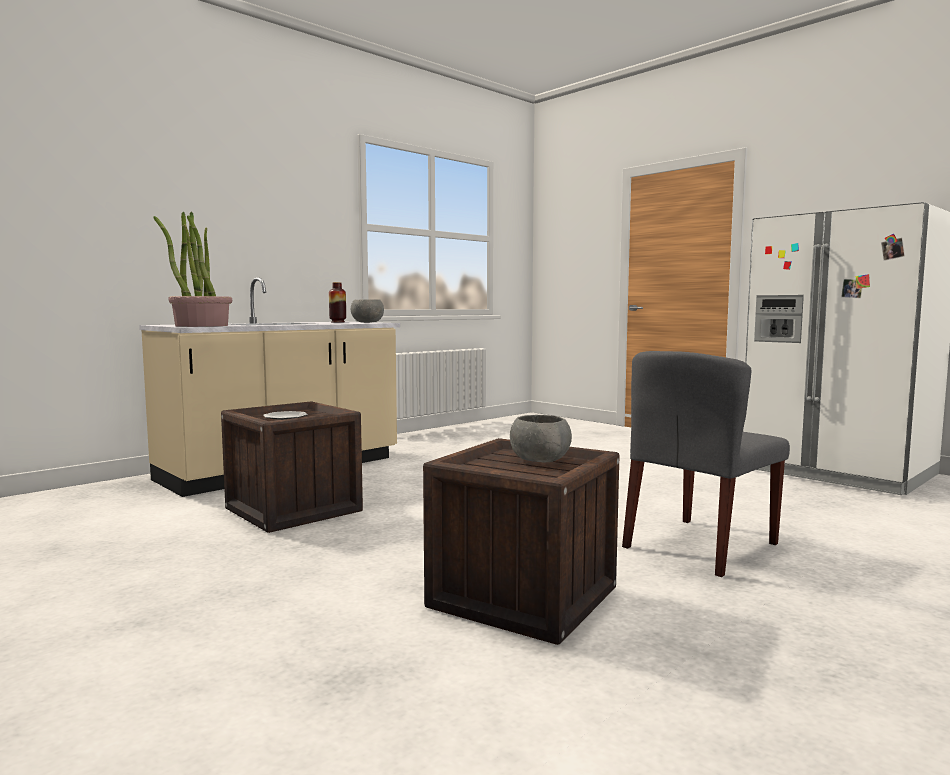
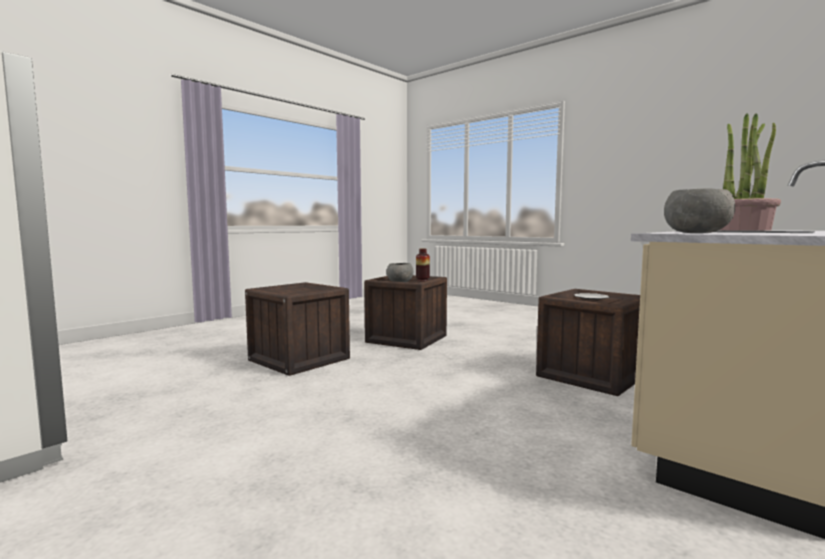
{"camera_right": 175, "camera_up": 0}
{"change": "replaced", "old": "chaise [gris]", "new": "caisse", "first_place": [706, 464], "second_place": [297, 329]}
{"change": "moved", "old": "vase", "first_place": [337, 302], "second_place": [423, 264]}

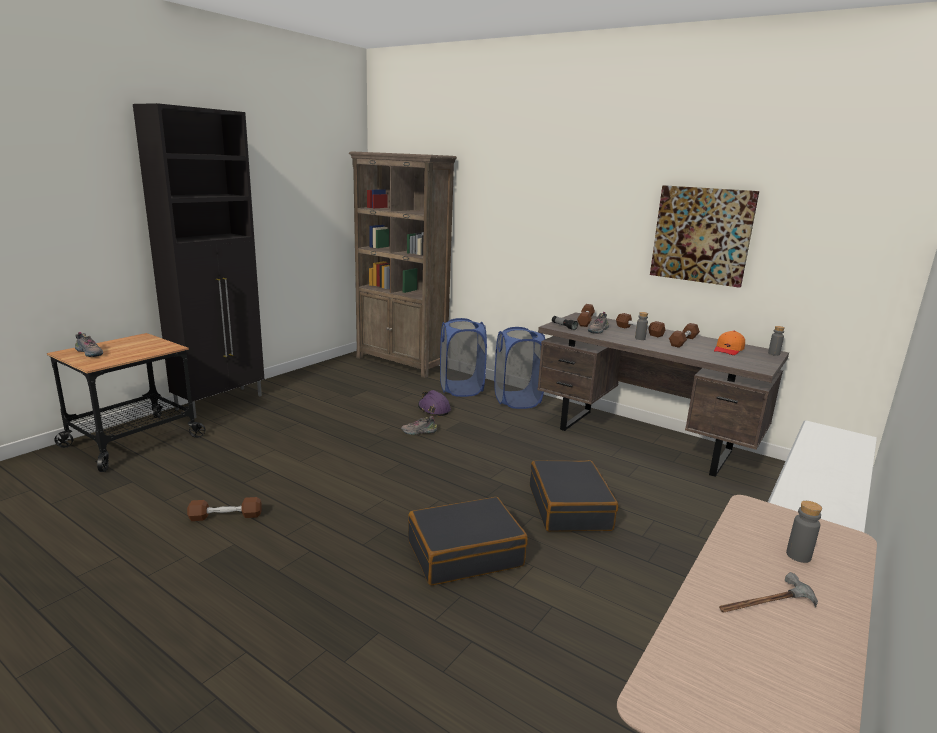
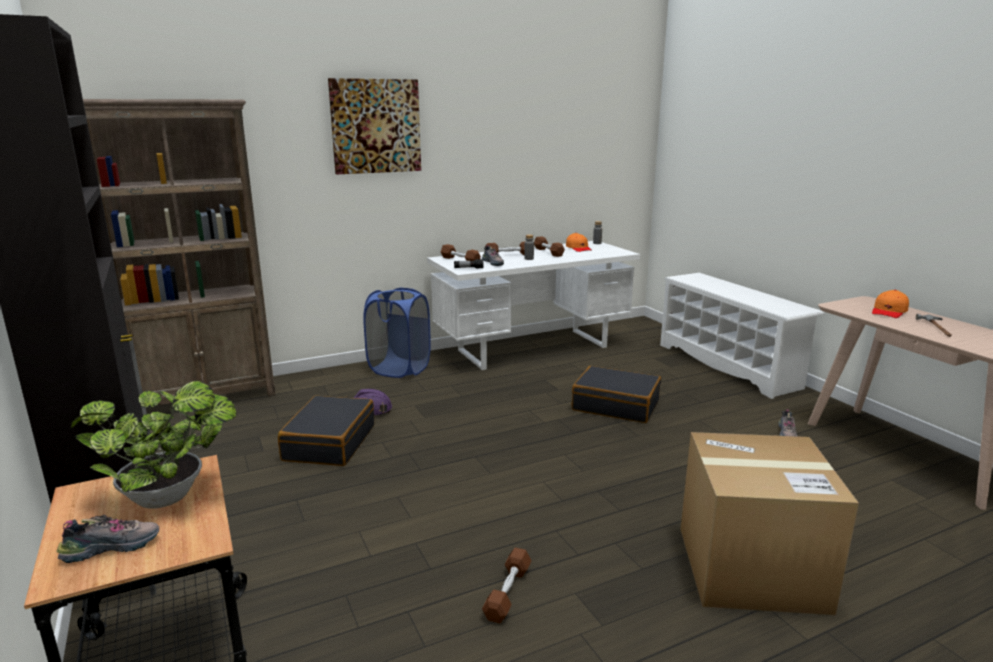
{"camera_right": -60, "camera_up": 0}
{"change": "added", "new": "plante en pot", "second_place": [154, 445]}
{"change": "moved", "old": "valise [noir]", "first_place": [468, 541], "second_place": [326, 431]}
{"change": "moved", "old": "tableau", "first_place": [704, 236], "second_place": [374, 126]}
{"change": "recoloured", "old": "bureau [marron]", "new": "bureau [blanc]", "first_place": [663, 394], "second_place": [533, 305]}
{"change": "added", "new": "carton", "second_place": [769, 523]}
{"change": "moved", "old": "chaussure", "first_place": [419, 425], "second_place": [788, 422]}
{"change": "replaced", "old": "bouteille [gris]", "new": "casquette [orange]", "first_place": [804, 532], "second_place": [890, 304]}
{"change": "removed", "old": "panier à linge [bleu]", "first_place": [463, 357]}

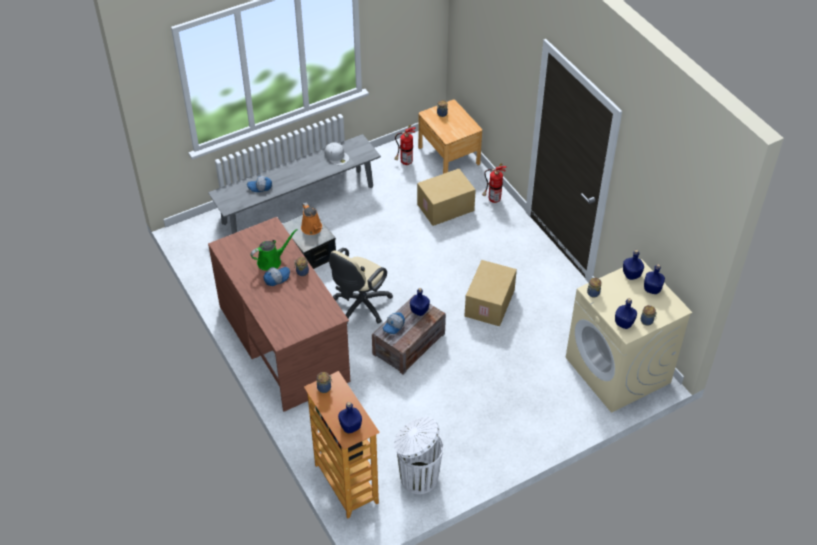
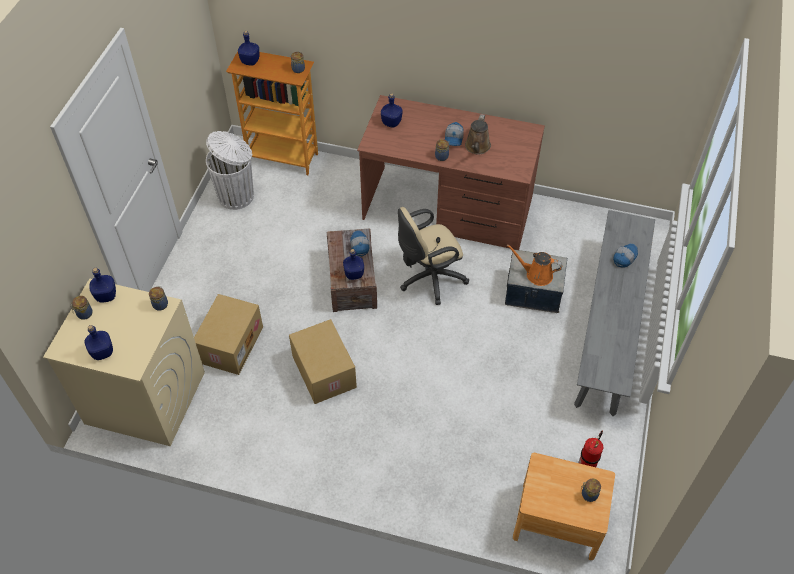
{"camera_right": 135, "camera_up": 5}
{"change": "moved", "old": "carton", "first_place": [446, 197], "second_place": [228, 334]}
{"change": "moved", "old": "bouteille [bleu]", "first_place": [633, 265], "second_place": [392, 110]}
{"change": "turned", "old": "chaise de bureau [beige]", "first_place": [361, 286], "second_place": [433, 256], "degrees": -105}
{"change": "recoloured", "old": "arrosoir [vert]", "new": "arrosoir [marron]", "first_place": [274, 249], "second_place": [478, 134]}
{"change": "removed", "old": "casquette [blanc]", "first_place": [336, 153]}
{"change": "removed", "old": "extincteur", "first_place": [494, 183]}

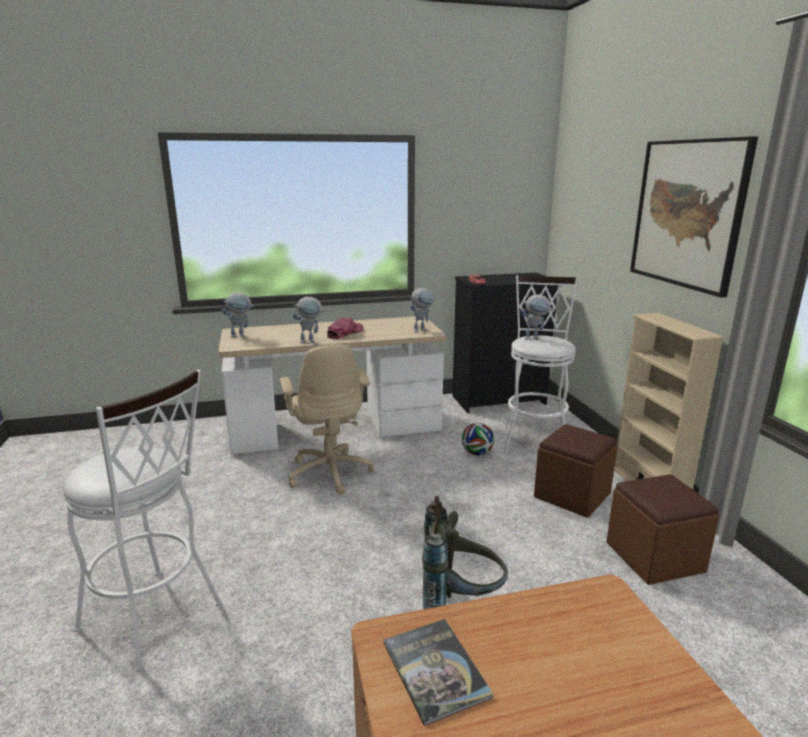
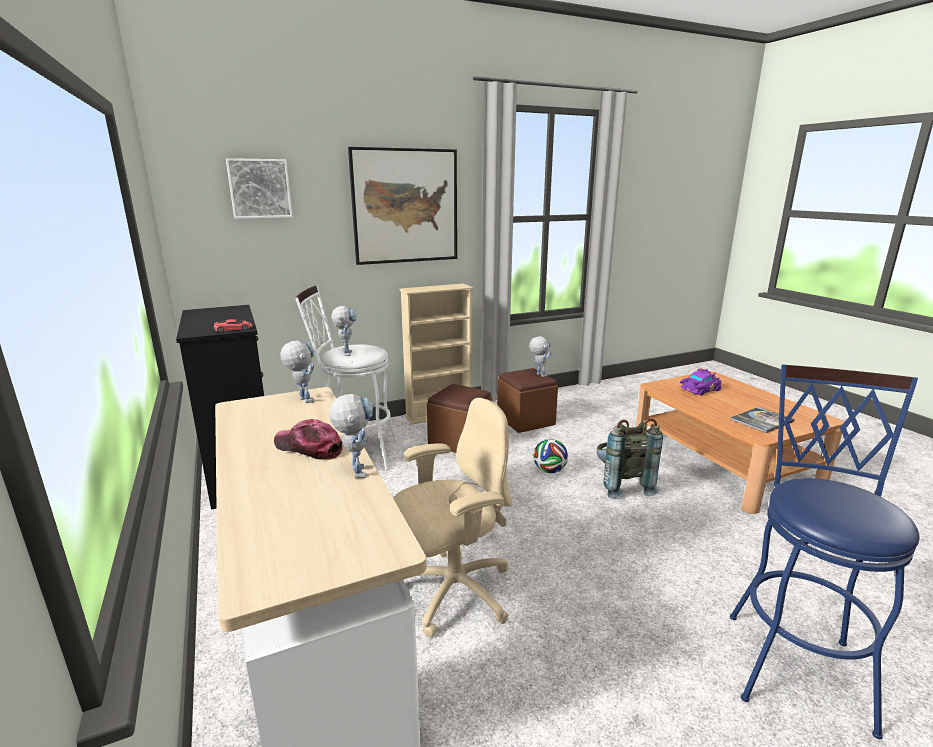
{"camera_right": -100, "camera_up": 0}
{"change": "added", "new": "tableau", "second_place": [259, 188]}
{"change": "moved", "old": "robot jouet", "first_place": [238, 315], "second_place": [540, 356]}
{"change": "moved", "old": "ballon de foot", "first_place": [478, 439], "second_place": [550, 456]}
{"change": "added", "new": "petite voiture [violet]", "second_place": [701, 381]}
{"change": "recoloured", "old": "tabouret [blanc]", "new": "tabouret [bleu]", "first_place": [142, 521], "second_place": [825, 551]}

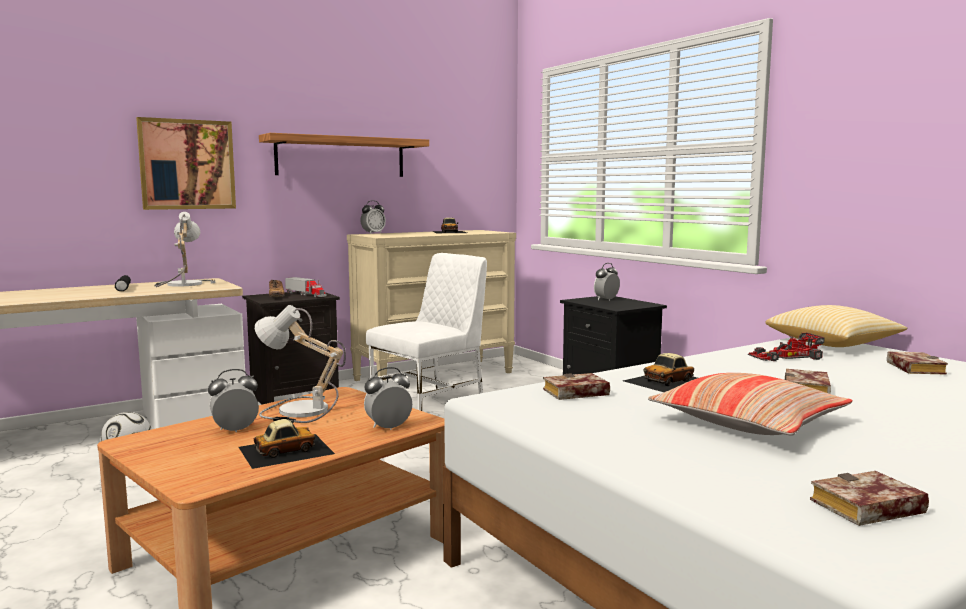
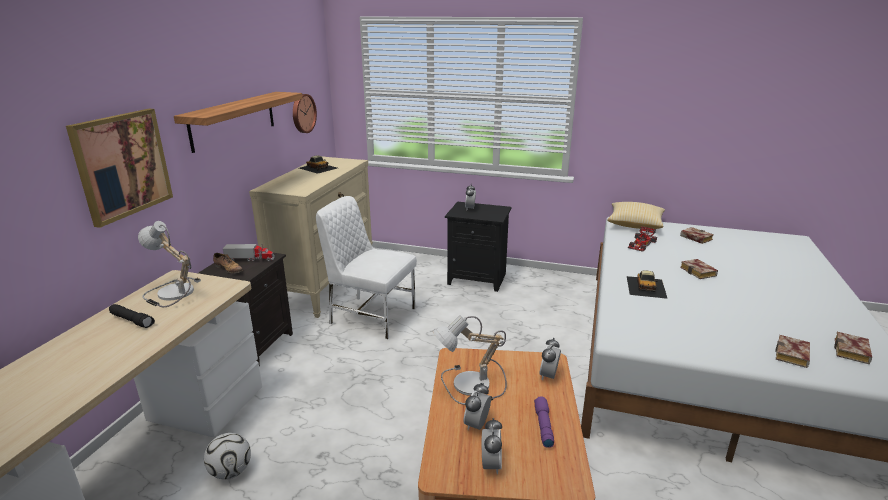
{"camera_right": -40, "camera_up": 15}
{"change": "added", "new": "horloge murale", "second_place": [305, 113]}
{"change": "turned", "old": "chaise [blanc]", "first_place": [426, 332], "second_place": [366, 267], "degrees": -75}
{"change": "moved", "old": "réveil", "first_place": [373, 217], "second_place": [492, 446]}
{"change": "replaced", "old": "petite voiture", "new": "lampe de poche [violet]", "first_place": [287, 444], "second_place": [544, 421]}
{"change": "moved", "old": "livre", "first_place": [576, 386], "second_place": [792, 351]}
{"change": "removed", "old": "coussin", "first_place": [750, 404]}

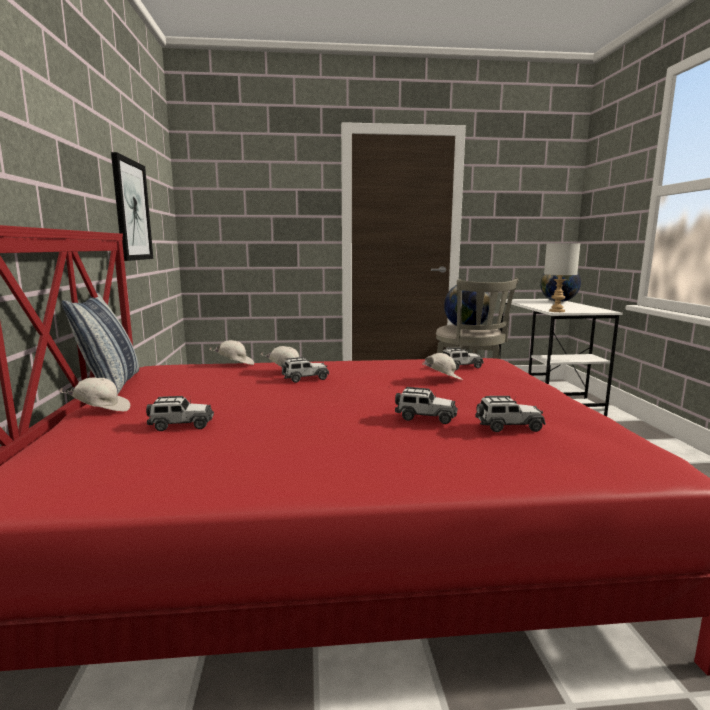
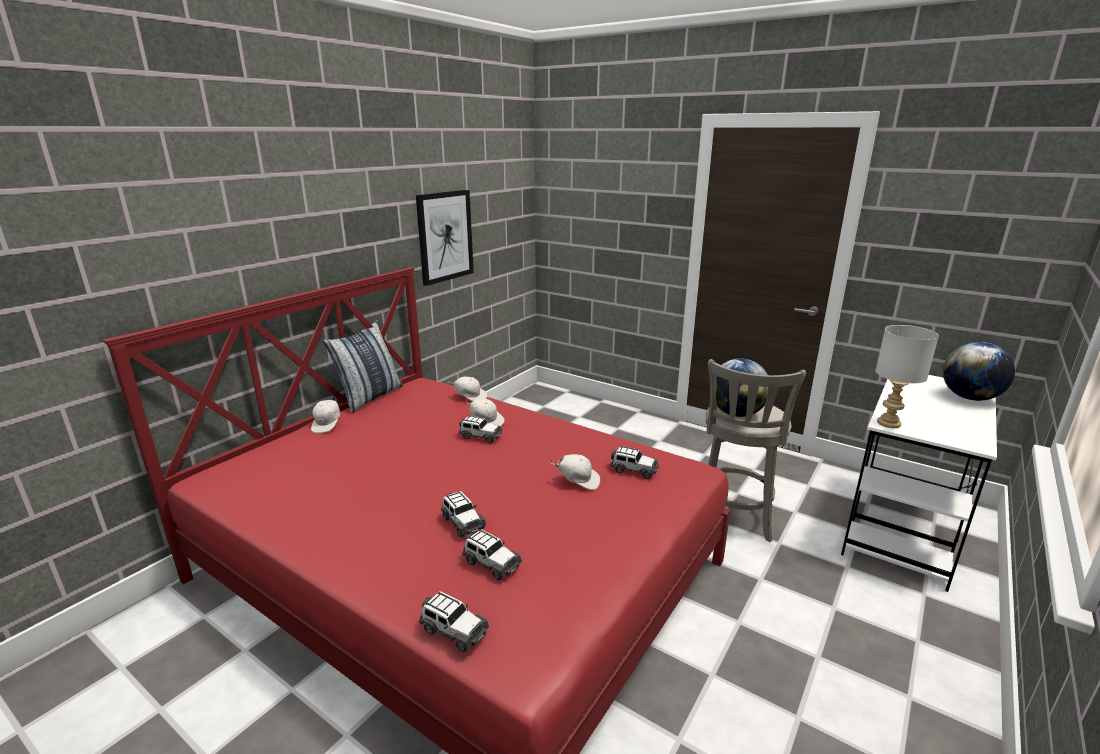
{"camera_right": 40, "camera_up": 10}
{"change": "turned", "old": "casquette [blanc]", "first_place": [94, 394], "second_place": [325, 415], "degrees": 75}
{"change": "moved", "old": "petite voiture", "first_place": [180, 413], "second_place": [454, 621]}

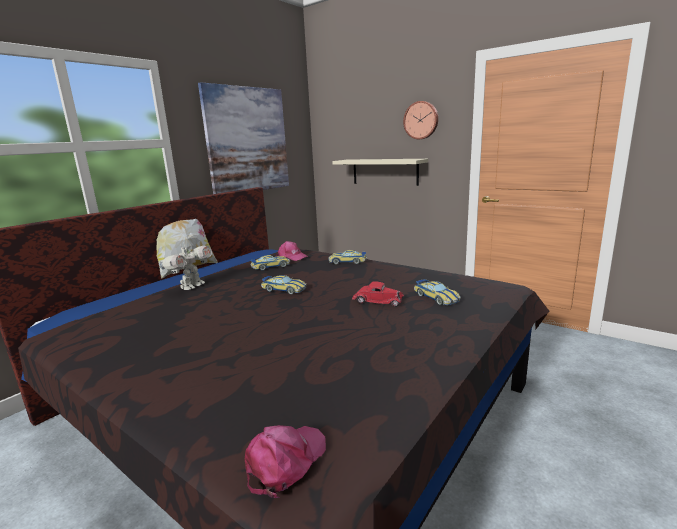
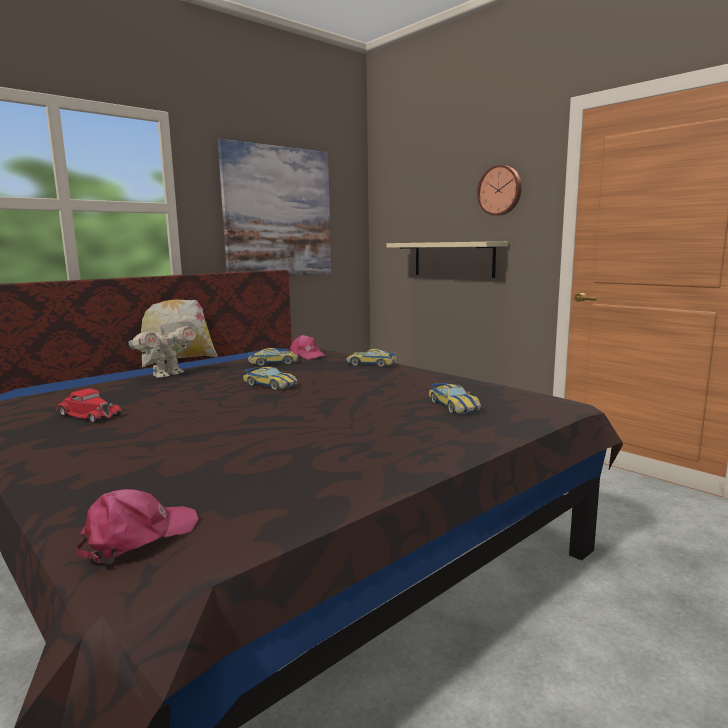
{"camera_right": 10, "camera_up": -5}
{"change": "moved", "old": "petite voiture [rouge]", "first_place": [378, 294], "second_place": [89, 406]}

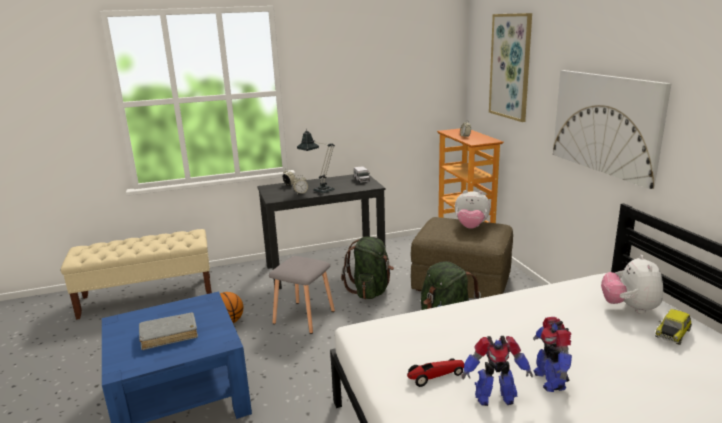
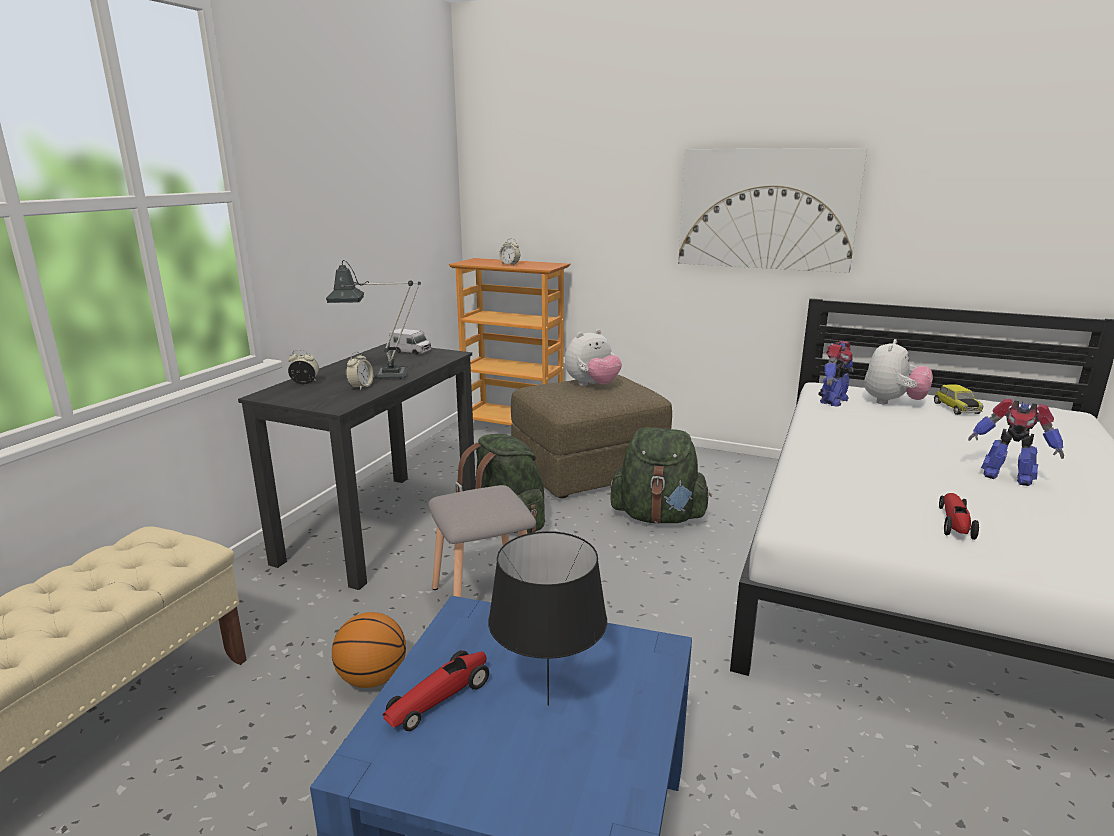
{"camera_right": -50, "camera_up": 0}
{"change": "added", "new": "petite voiture", "second_place": [435, 690]}
{"change": "replaced", "old": "livre [gris]", "new": "lampe de table [noir]", "first_place": [168, 331], "second_place": [547, 618]}
{"change": "moved", "old": "robot jouet", "first_place": [497, 371], "second_place": [835, 374]}
{"change": "turned", "old": "peluche", "first_place": [632, 284], "second_place": [898, 371], "degrees": -105}
{"change": "removed", "old": "tableau", "first_place": [510, 67]}

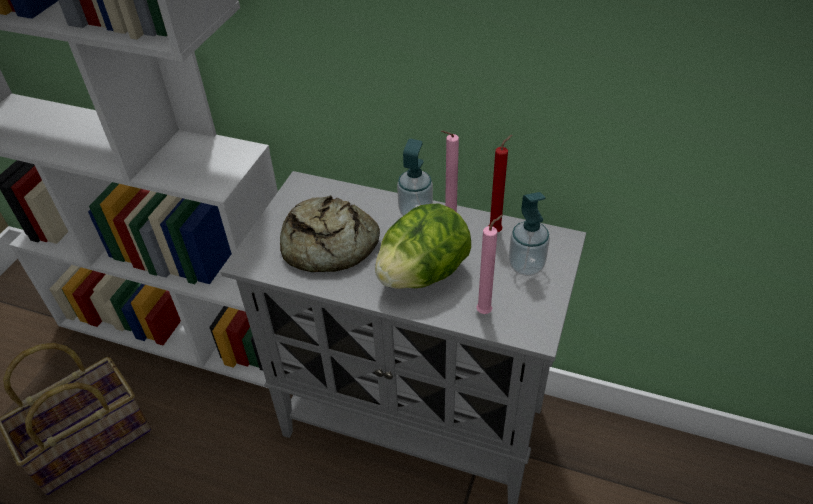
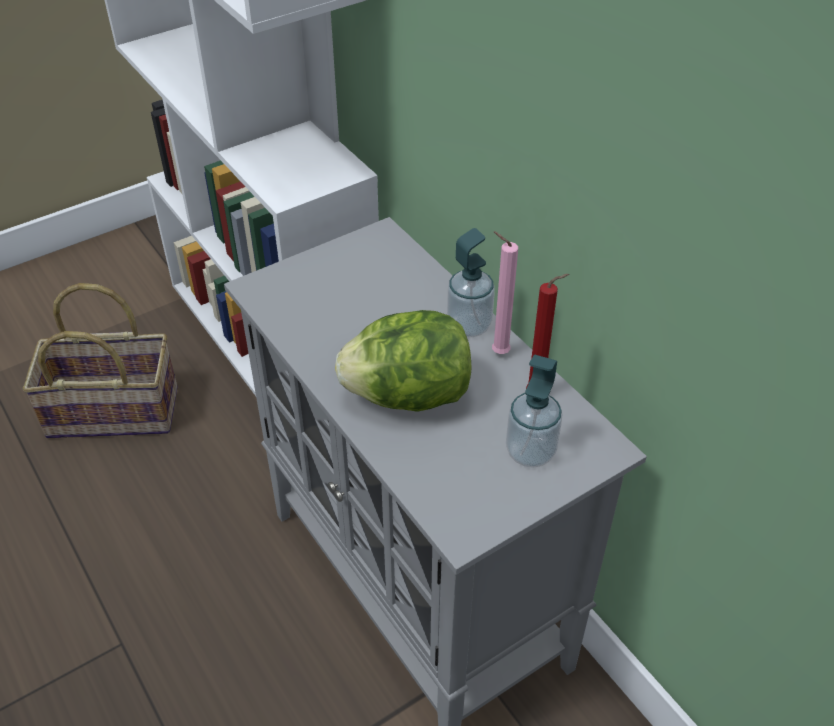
{"camera_right": 35, "camera_up": 0}
{"change": "removed", "old": "pain", "first_place": [330, 233]}
{"change": "removed", "old": "bougie [rose]", "first_place": [489, 264]}

